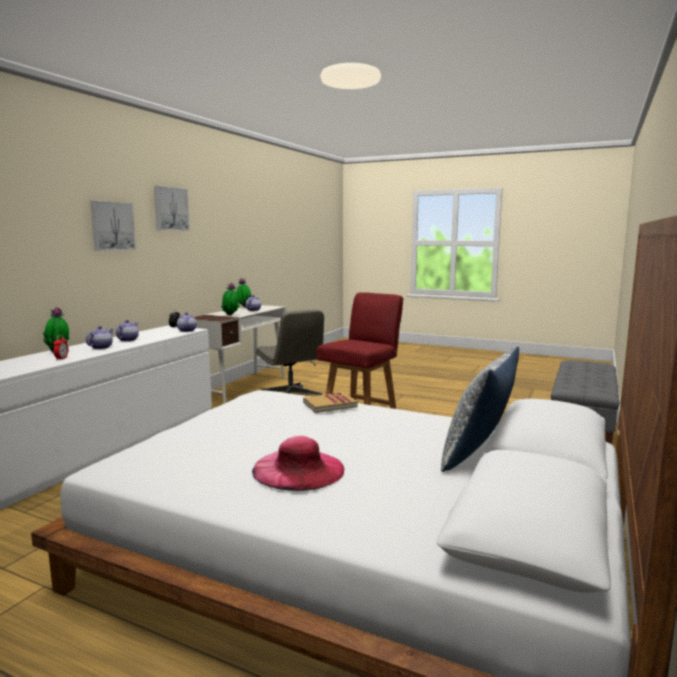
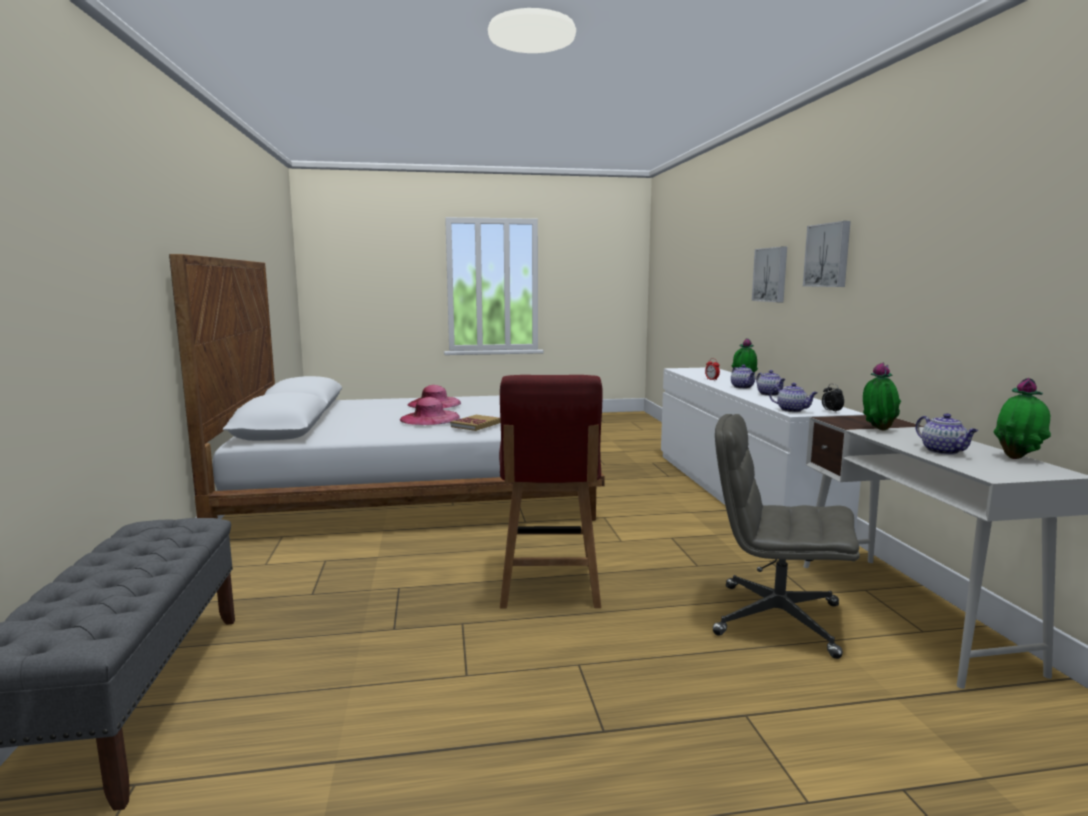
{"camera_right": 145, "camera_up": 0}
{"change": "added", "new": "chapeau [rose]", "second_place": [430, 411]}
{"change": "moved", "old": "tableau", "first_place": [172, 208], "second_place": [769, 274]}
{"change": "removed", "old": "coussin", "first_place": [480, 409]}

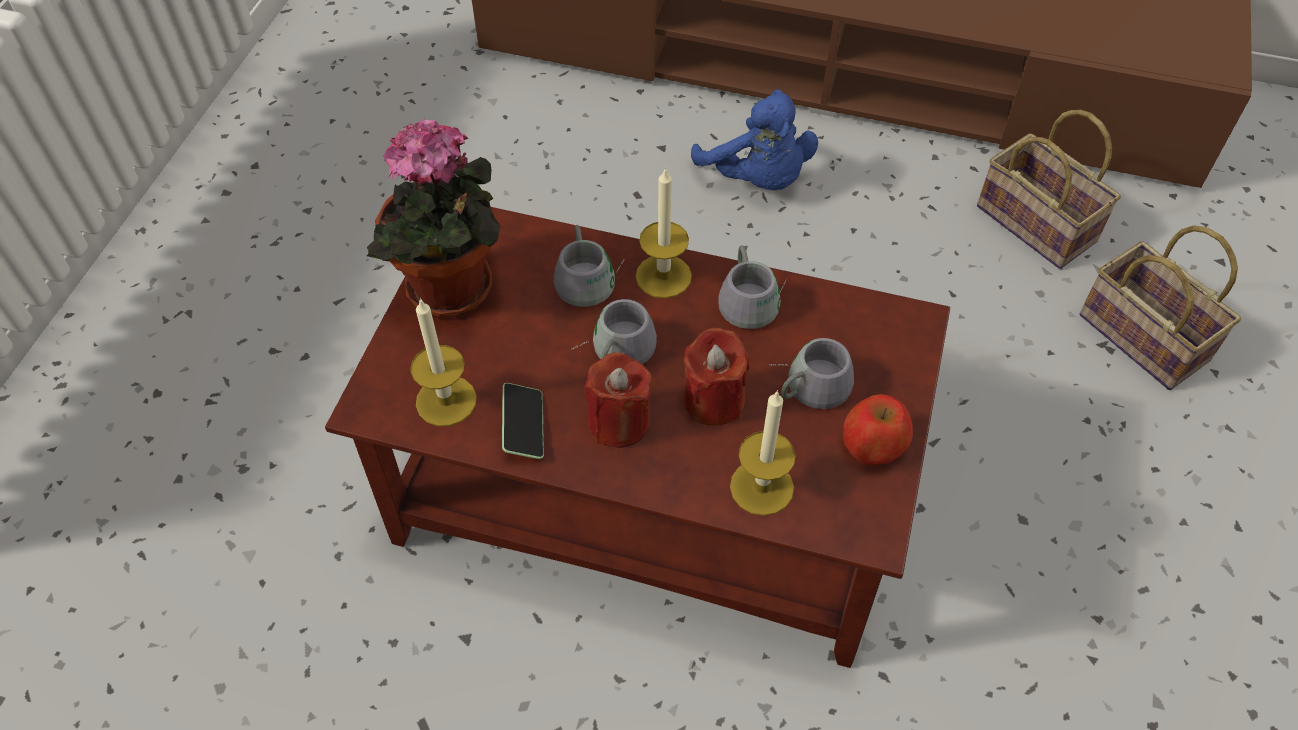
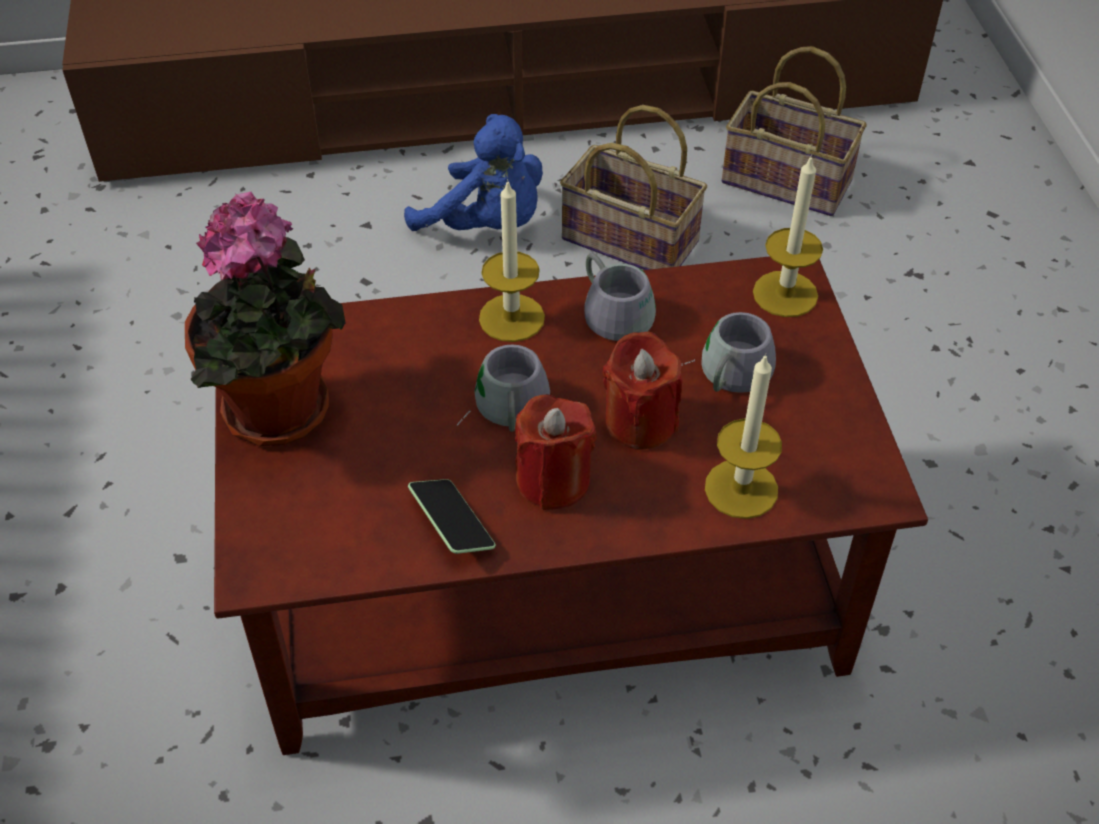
{"camera_right": -25, "camera_up": -5}
{"change": "moved", "old": "panier", "first_place": [1160, 308], "second_place": [633, 187]}
{"change": "moved", "old": "bougie", "first_place": [443, 362], "second_place": [788, 236]}
{"change": "removed", "old": "mug [gris]", "first_place": [589, 266]}
{"change": "removed", "old": "pomme", "first_place": [878, 429]}

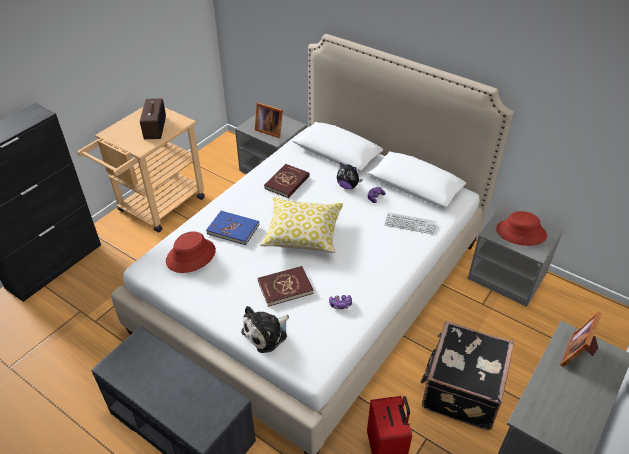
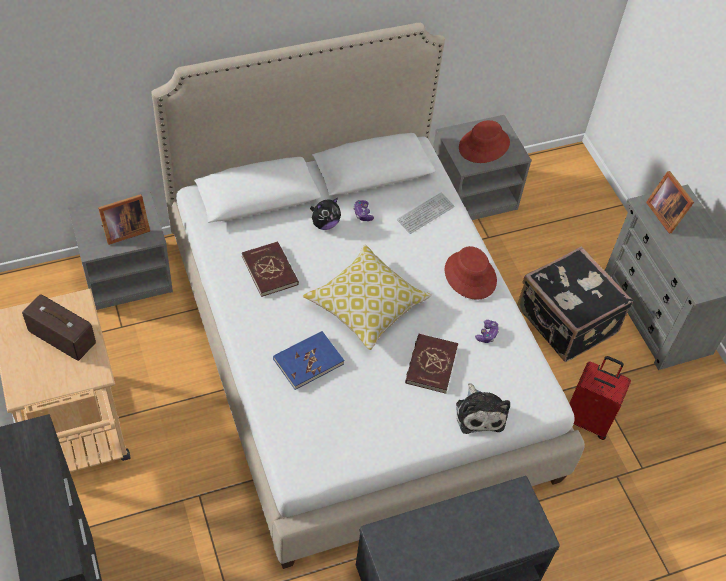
{"camera_right": -60, "camera_up": 10}
{"change": "moved", "old": "chapeau [rouge]", "first_place": [191, 252], "second_place": [471, 273]}

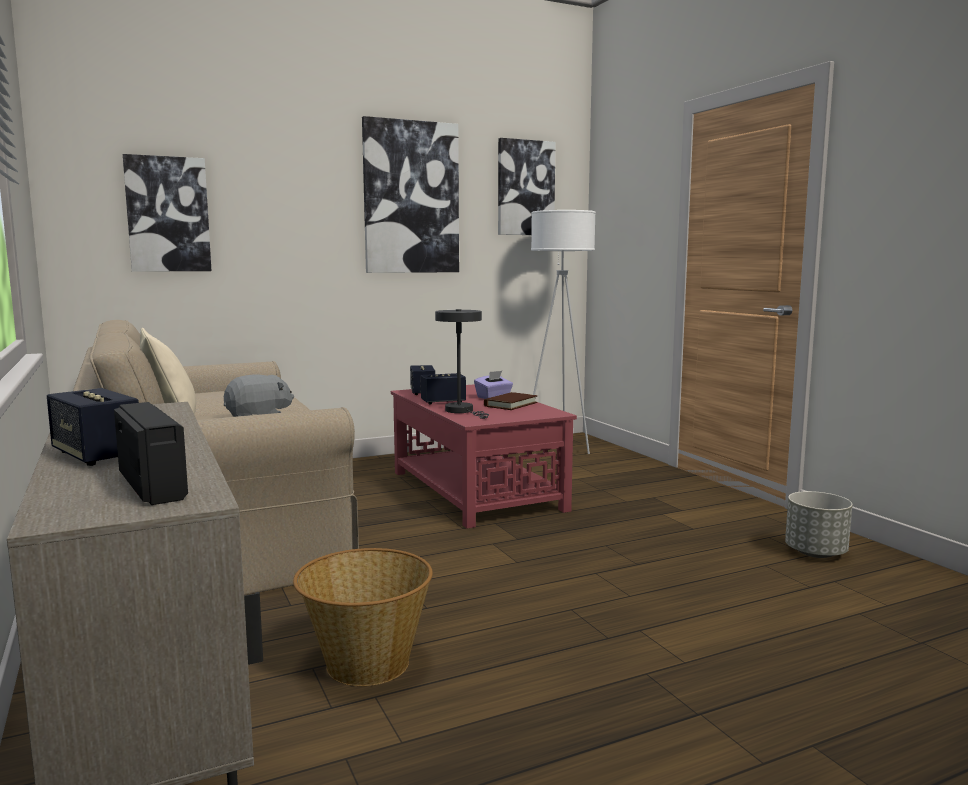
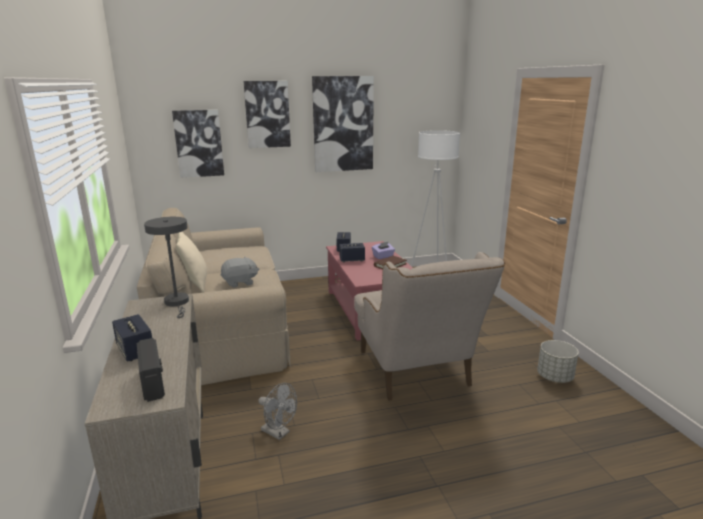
{"camera_right": 10, "camera_up": 10}
{"change": "moved", "old": "lampe de table [gris]", "first_place": [462, 364], "second_place": [166, 267]}
{"change": "moved", "old": "tableau", "first_place": [527, 186], "second_place": [267, 114]}
{"change": "replaced", "old": "panier", "new": "ventilateur [gris]", "first_place": [363, 617], "second_place": [278, 411]}
{"change": "added", "new": "fauteuil [beige]", "second_place": [429, 326]}

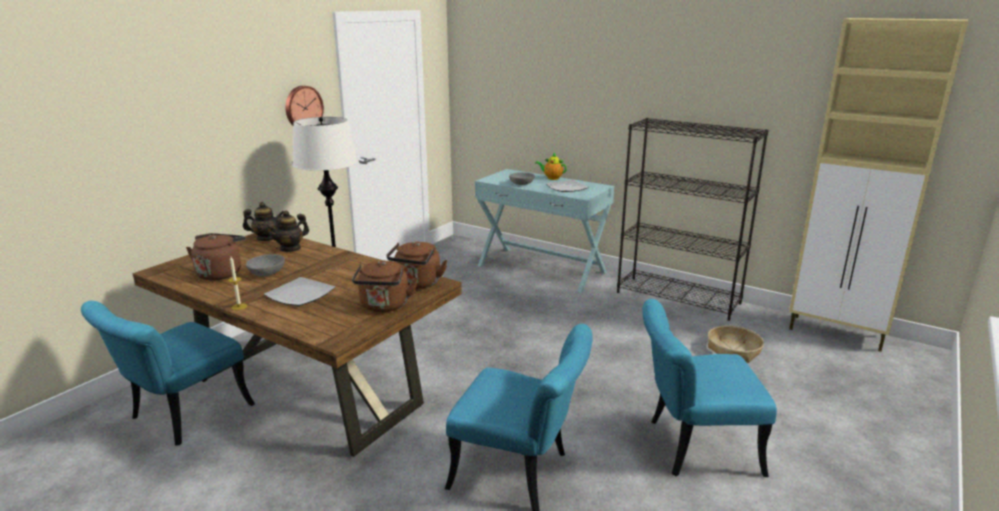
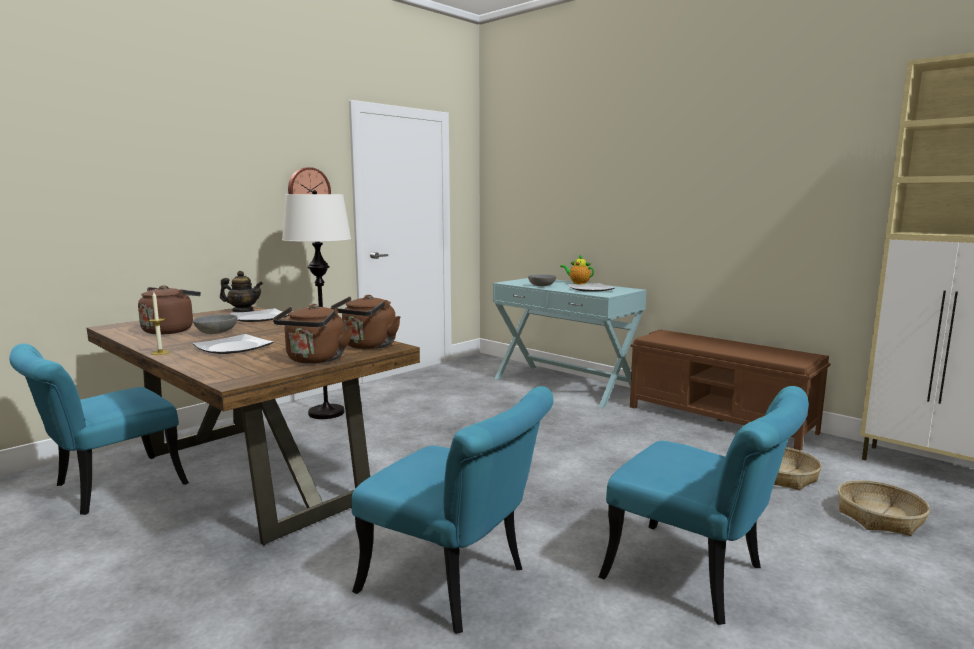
{"camera_right": 10, "camera_up": -10}
{"change": "replaced", "old": "théière", "new": "assiette", "first_place": [287, 231], "second_place": [259, 315]}
{"change": "turned", "old": "chaise [turquoise]", "first_place": [710, 388], "second_place": [704, 505], "degrees": -150}
{"change": "replaced", "old": "bibliothèque [noir]", "new": "banc [marron]", "first_place": [693, 219], "second_place": [730, 390]}
{"change": "added", "new": "panier", "second_place": [884, 508]}

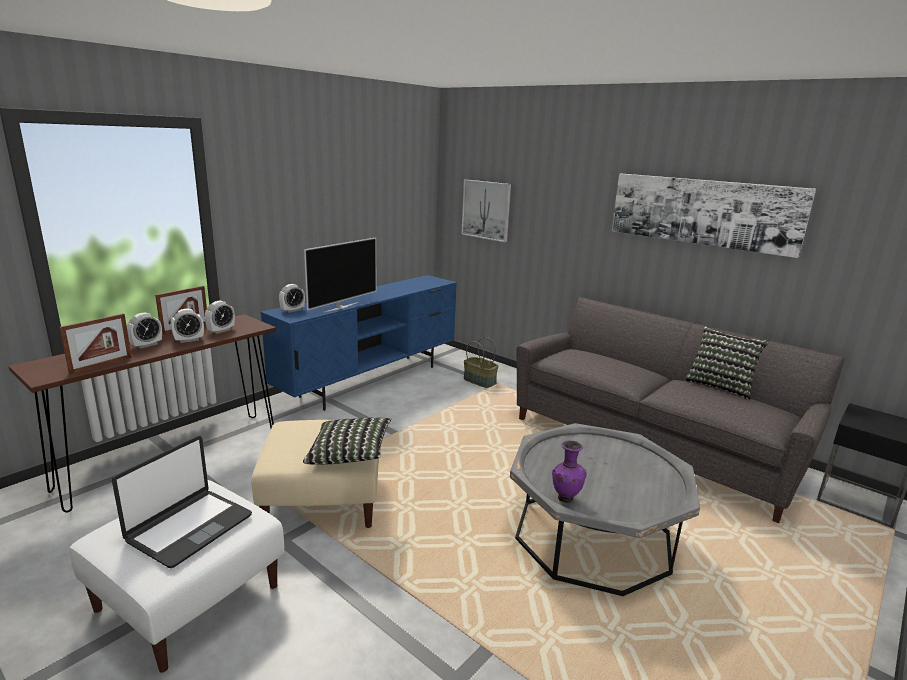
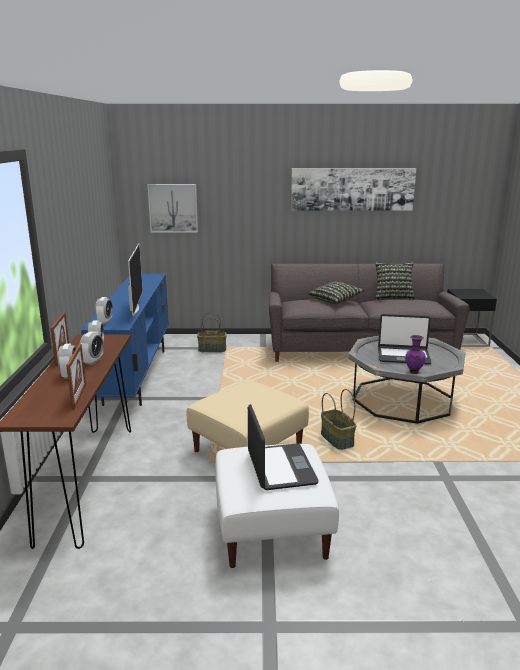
{"camera_right": -40, "camera_up": 0}
{"change": "moved", "old": "coussin", "first_place": [347, 441], "second_place": [336, 292]}
{"change": "added", "new": "panier", "second_place": [338, 419]}
{"change": "added", "new": "ordinateur portable", "second_place": [405, 339]}

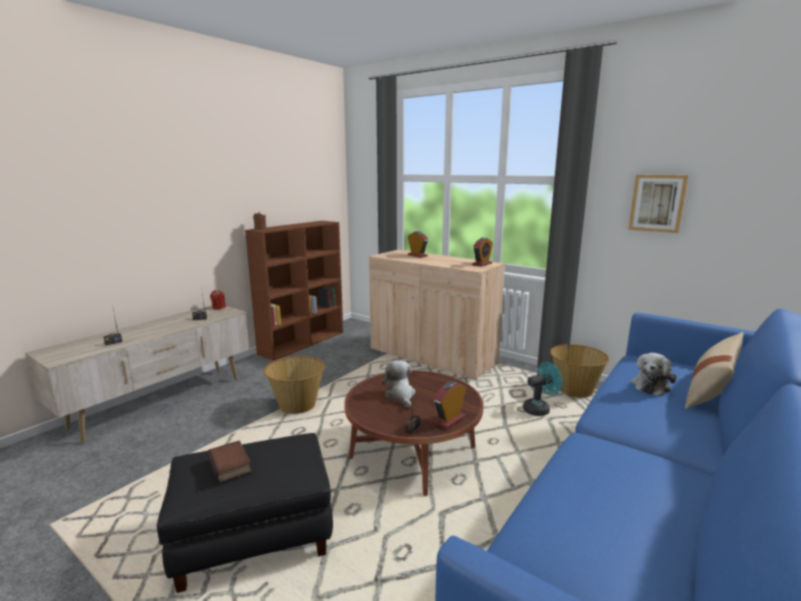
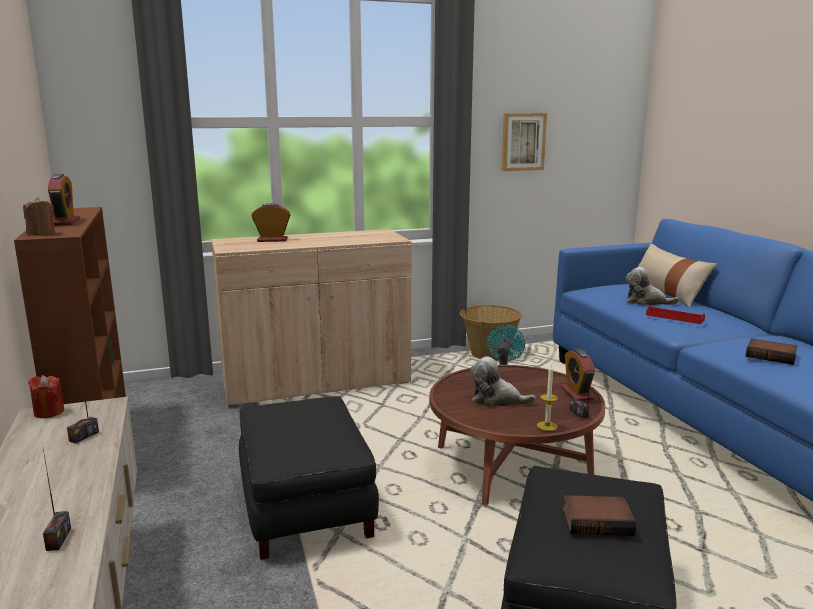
{"camera_right": -55, "camera_up": 0}
{"change": "moved", "old": "réveil", "first_place": [482, 252], "second_place": [64, 200]}
{"change": "replaced", "old": "panier", "new": "pouf [noir]", "first_place": [294, 385], "second_place": [309, 478]}
{"change": "added", "new": "bougie", "second_place": [547, 398]}
{"change": "turned", "old": "peluche", "first_place": [654, 374], "second_place": [652, 286], "degrees": 135}
{"change": "added", "new": "plateau [rouge]", "second_place": [675, 314]}
{"change": "added", "new": "livre", "second_place": [772, 351]}

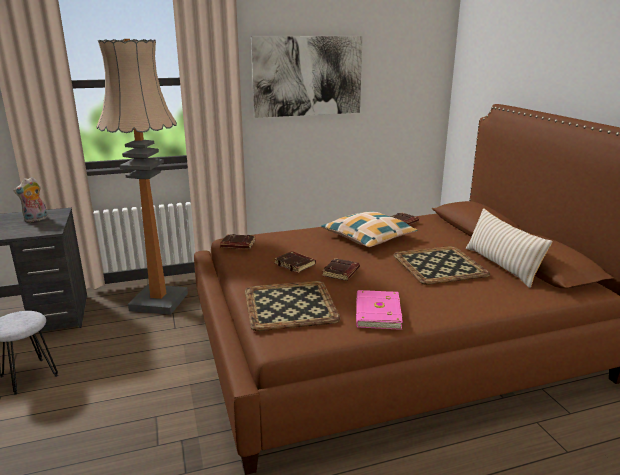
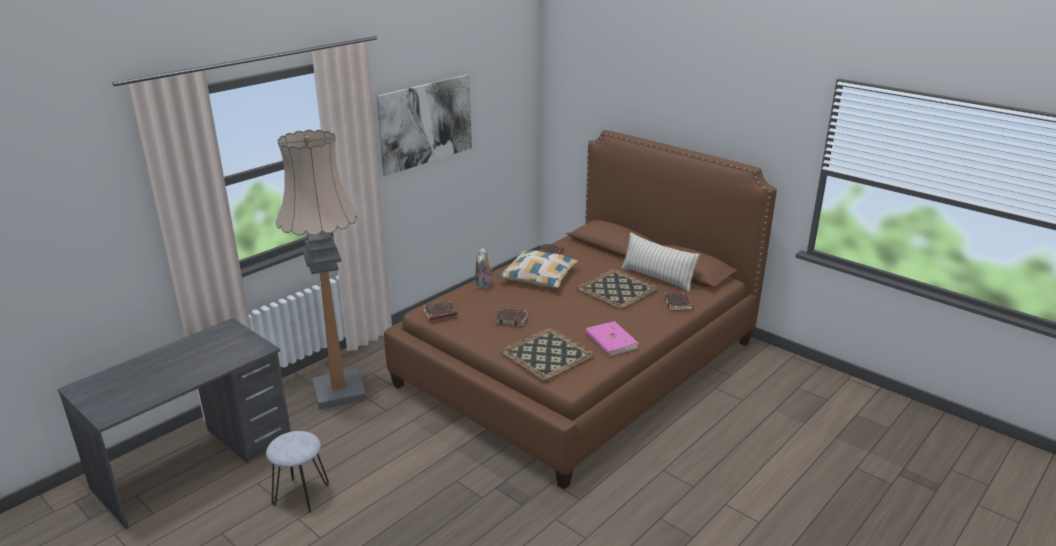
{"camera_right": -30, "camera_up": 5}
{"change": "moved", "old": "peluche", "first_place": [30, 199], "second_place": [484, 269]}
{"change": "moved", "old": "livre [marron]", "first_place": [341, 269], "second_place": [678, 301]}

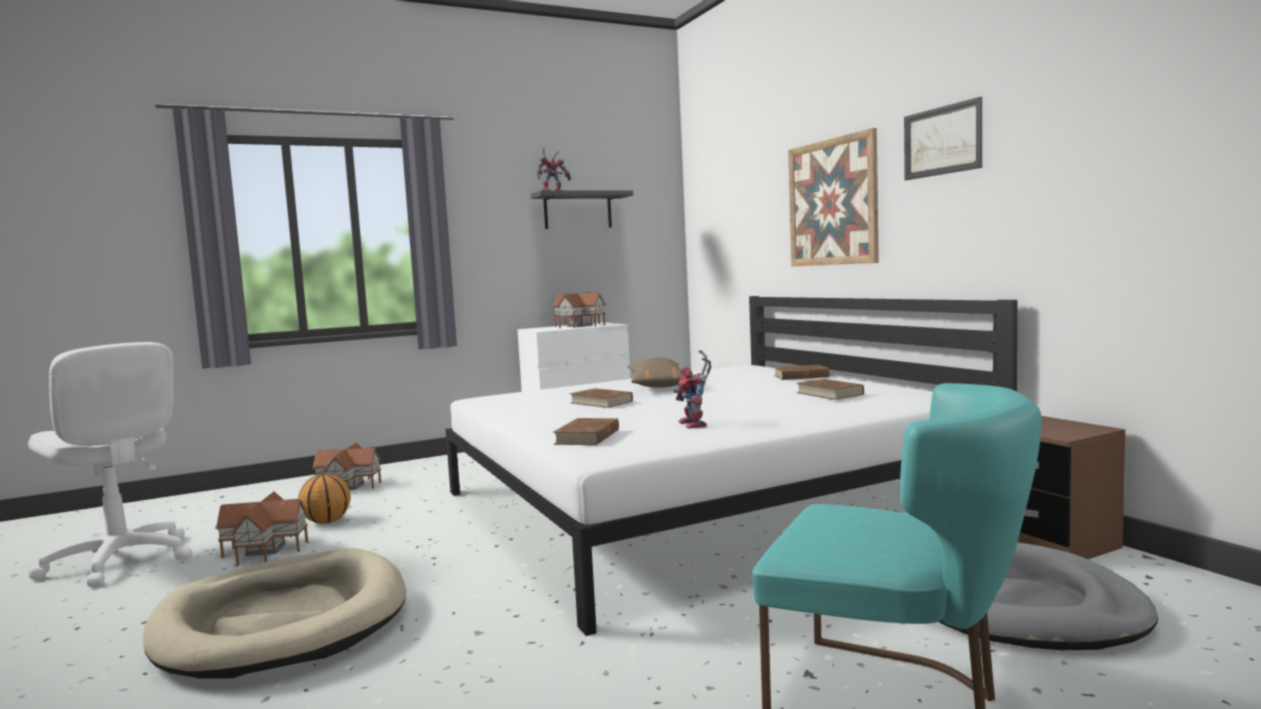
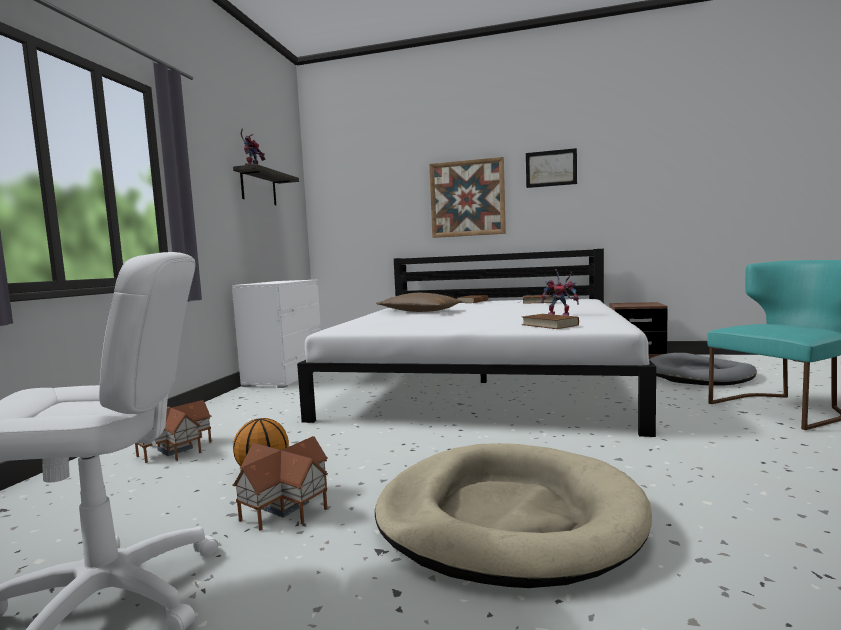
{"camera_right": -50, "camera_up": 0}
{"change": "removed", "old": "maison miniature", "first_place": [579, 310]}
{"change": "removed", "old": "livre [marron]", "first_place": [601, 398]}

